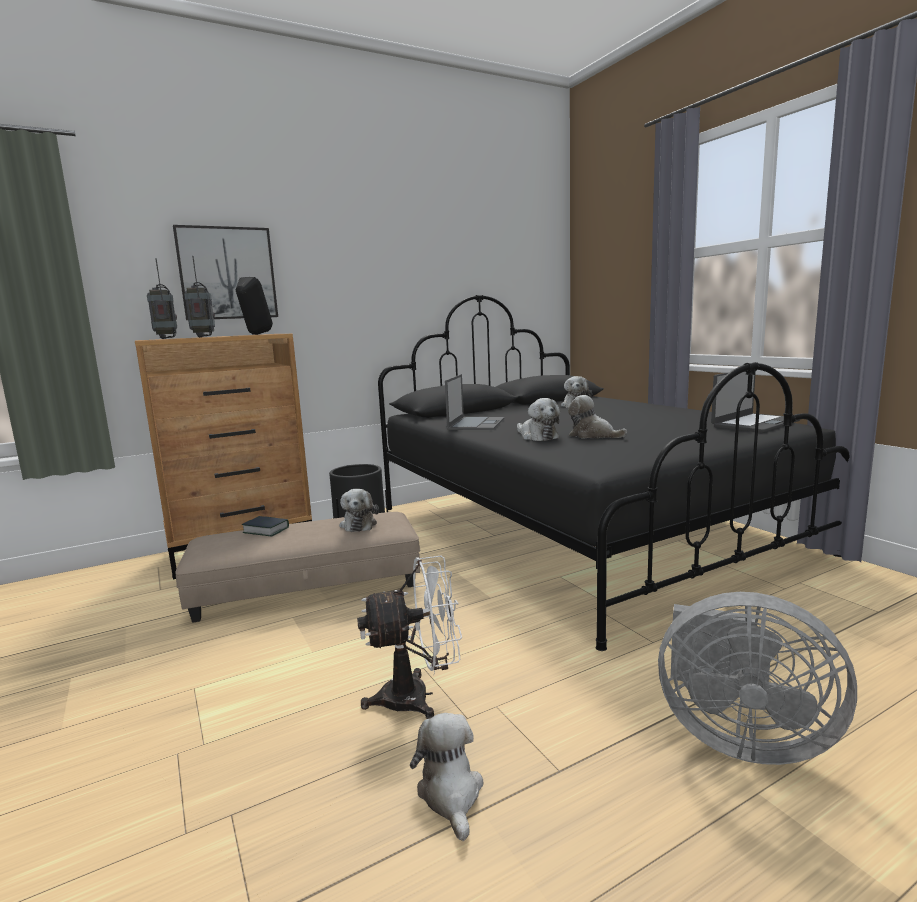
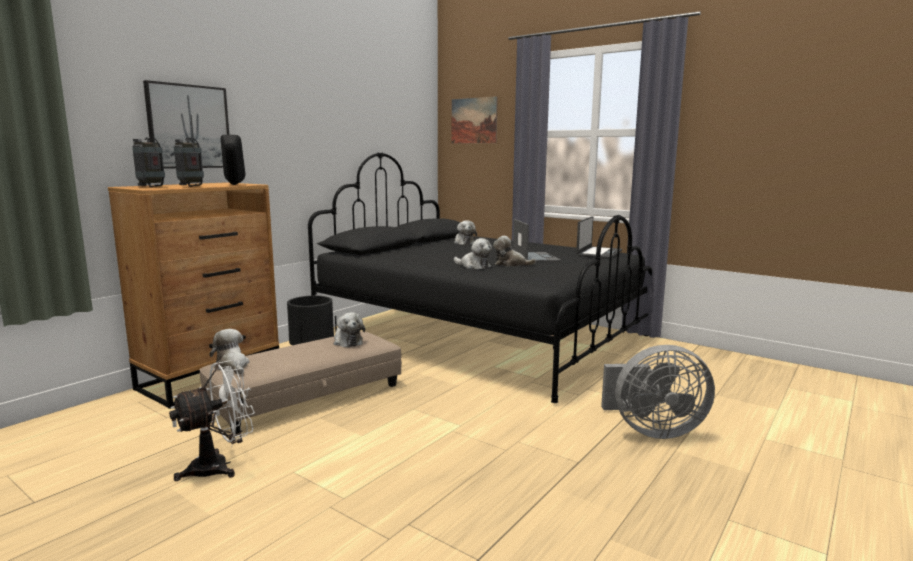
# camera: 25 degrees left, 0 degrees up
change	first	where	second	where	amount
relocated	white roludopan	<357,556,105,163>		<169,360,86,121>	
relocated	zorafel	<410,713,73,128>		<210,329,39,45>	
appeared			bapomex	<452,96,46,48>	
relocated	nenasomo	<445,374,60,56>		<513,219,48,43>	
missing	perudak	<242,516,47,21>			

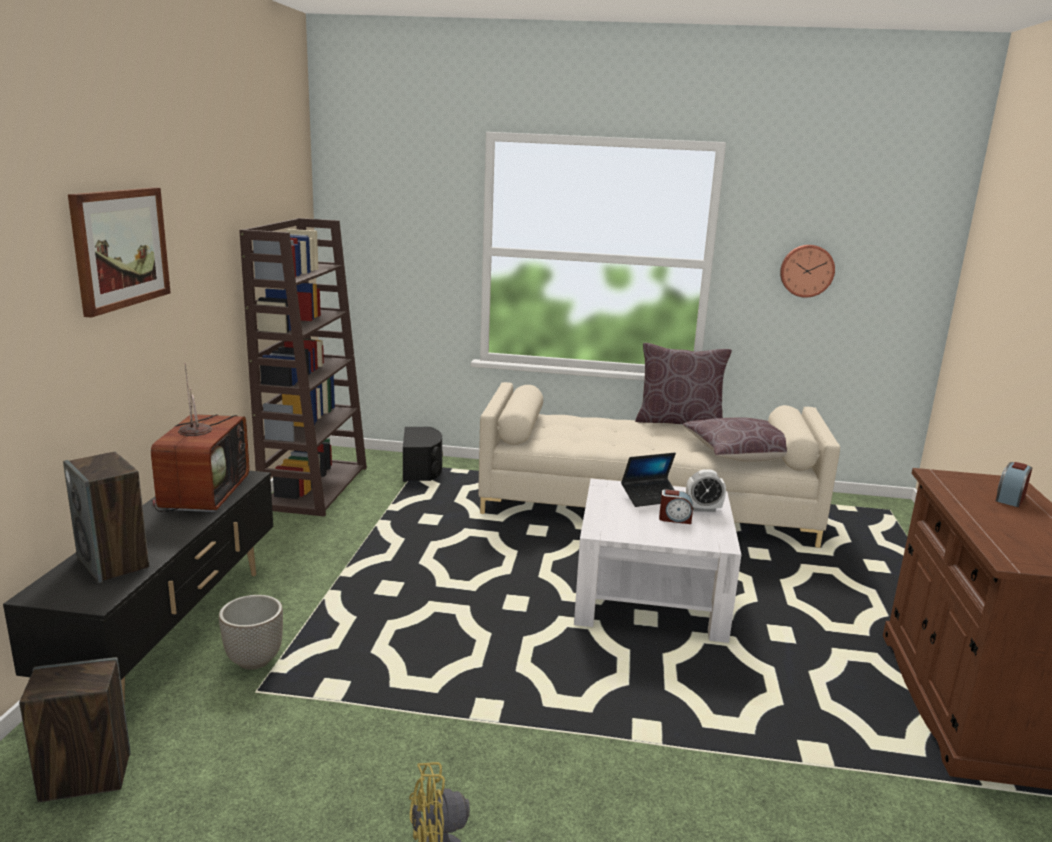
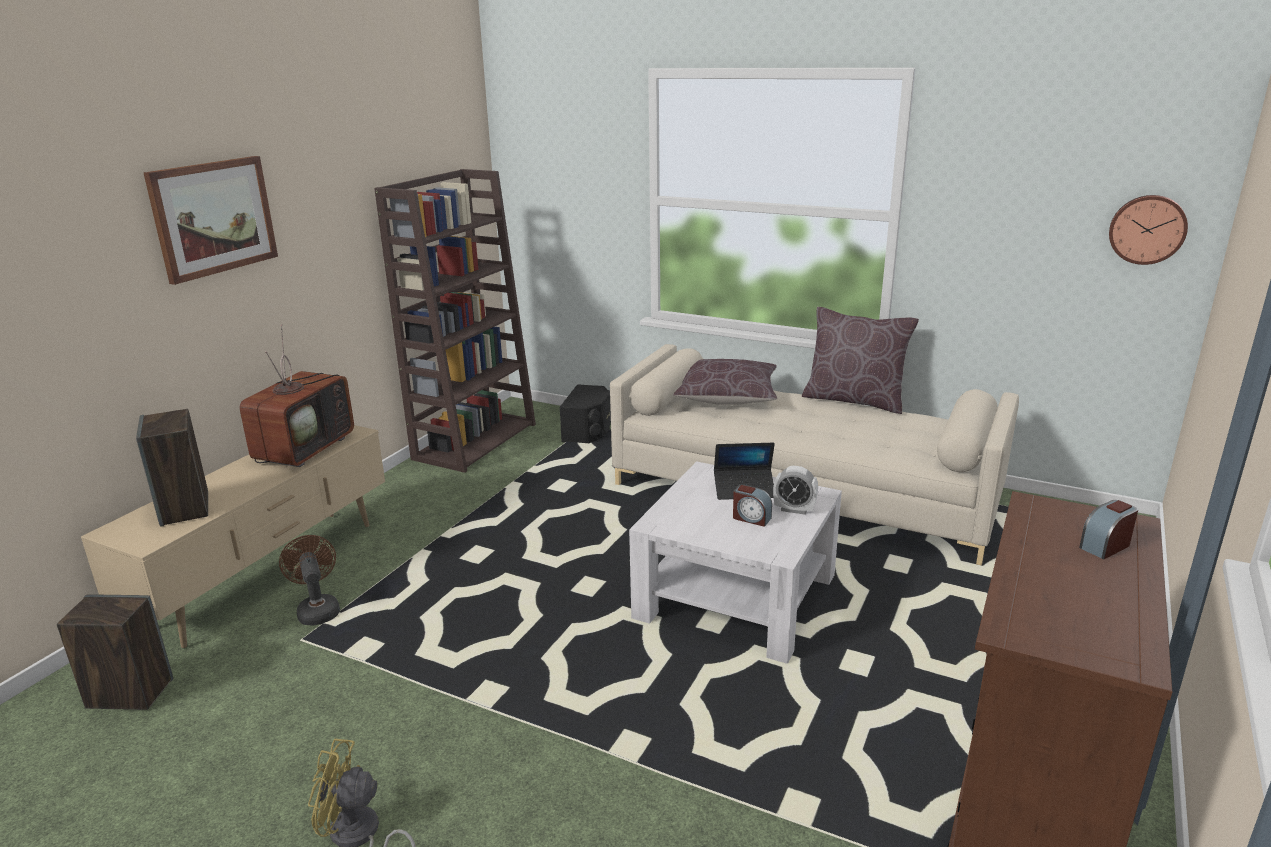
# camera: 20 degrees right, 5 degrees up
change	first	where	second	where	amount
colour	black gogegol	<3,471,270,236>	beige gogegol	<81,425,304,223>	
exchanged	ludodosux	<219,595,64,75>	brown roludopan	<279,535,61,91>	
relocated	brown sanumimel	<683,417,104,45>		<673,359,104,46>	
relocated	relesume	<780,245,55,53>		<1109,195,79,70>	

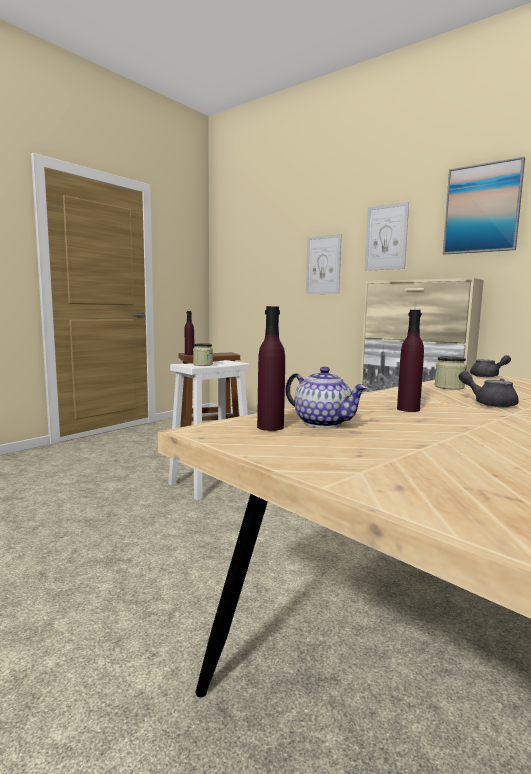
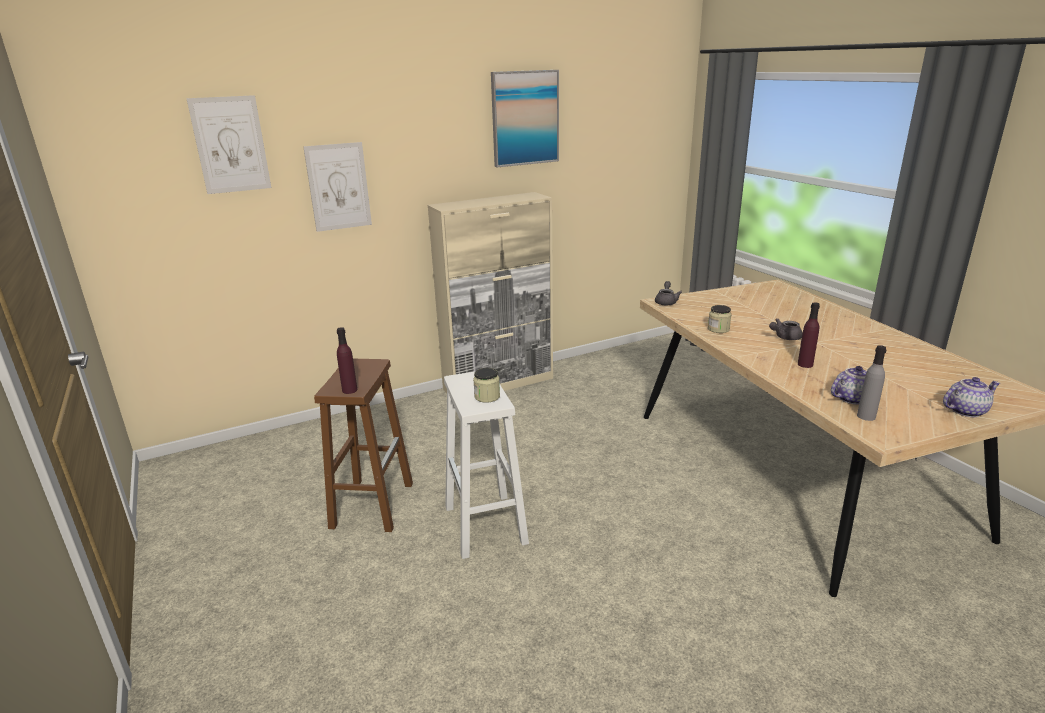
# camera: 65 degrees left, 15 degrees up
change	first	where	second	where	amount
relocated	bapomex	<365,202,44,69>		<186,95,85,99>	
colour	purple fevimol	<257,306,28,125>	grey fevimol	<857,345,29,76>	
appeared			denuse	<943,377,57,40>	

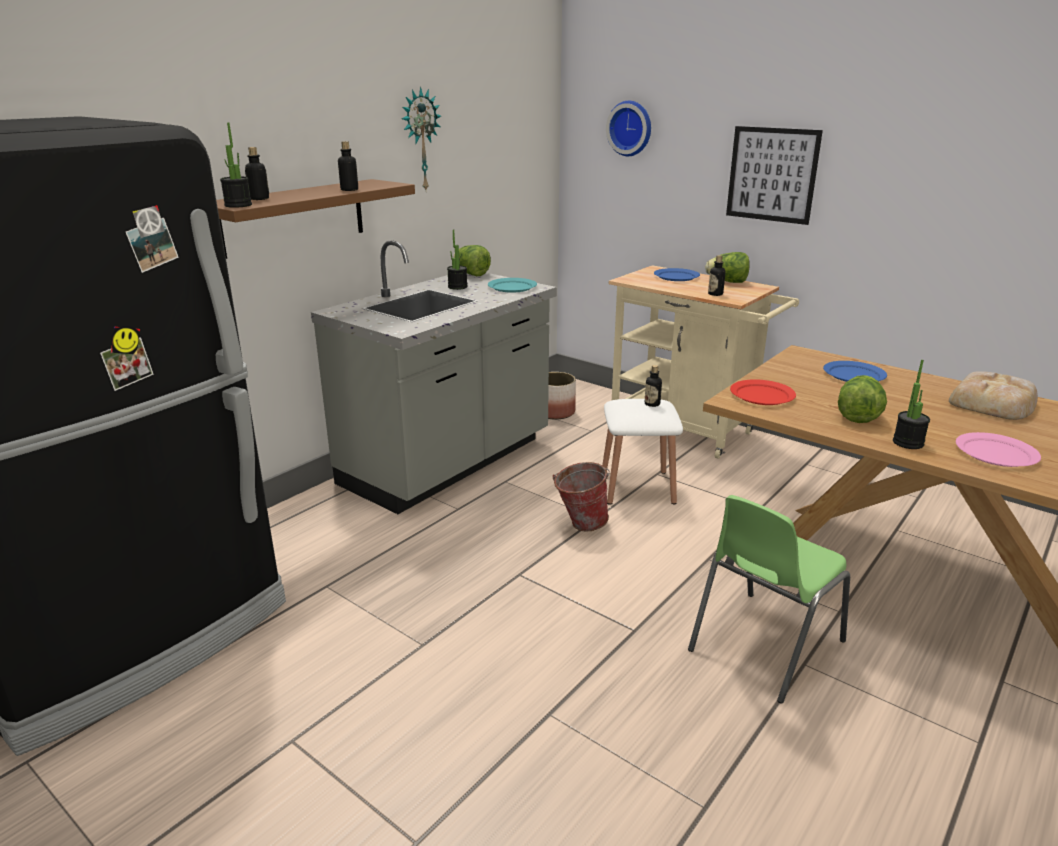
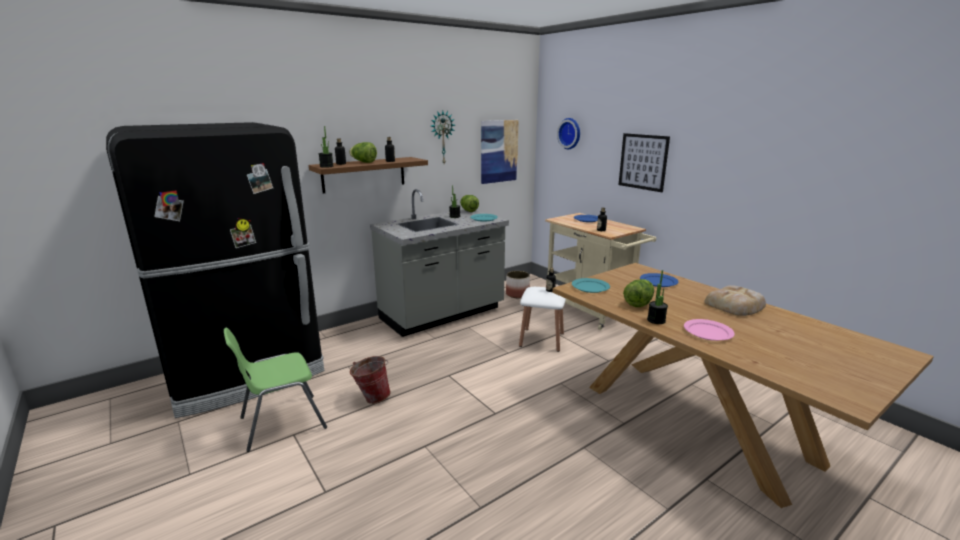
# camera: 15 degrees right, 5 degrees down
change	first	where	second	where	amount
relocated	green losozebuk	<688,495,162,209>		<224,328,103,124>	
relocated	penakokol	<705,252,45,31>		<349,142,28,21>	
relocated	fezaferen	<552,462,58,70>		<350,356,41,48>	
appeared			bapomex	<481,120,38,64>	
colour	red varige	<730,379,66,26>	turquoise varige	<572,278,38,15>	

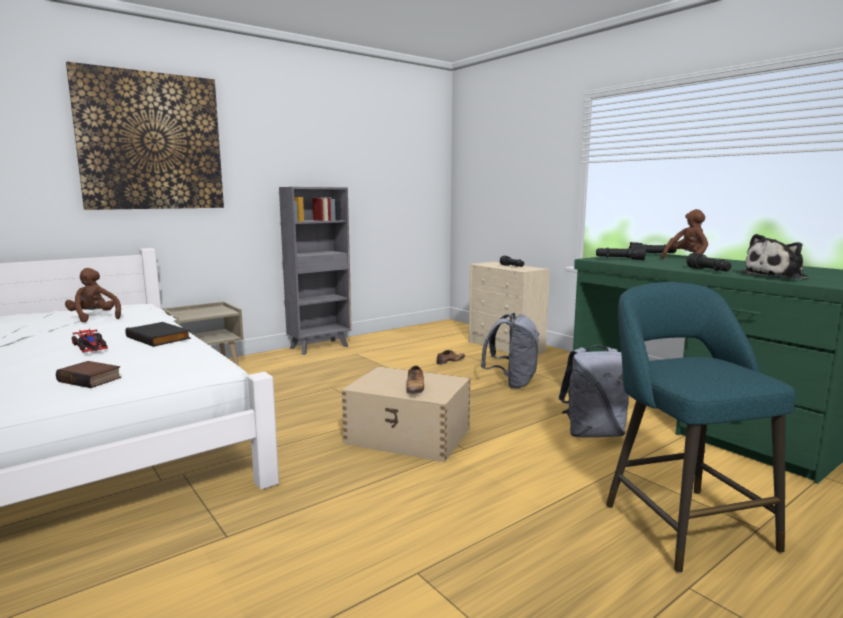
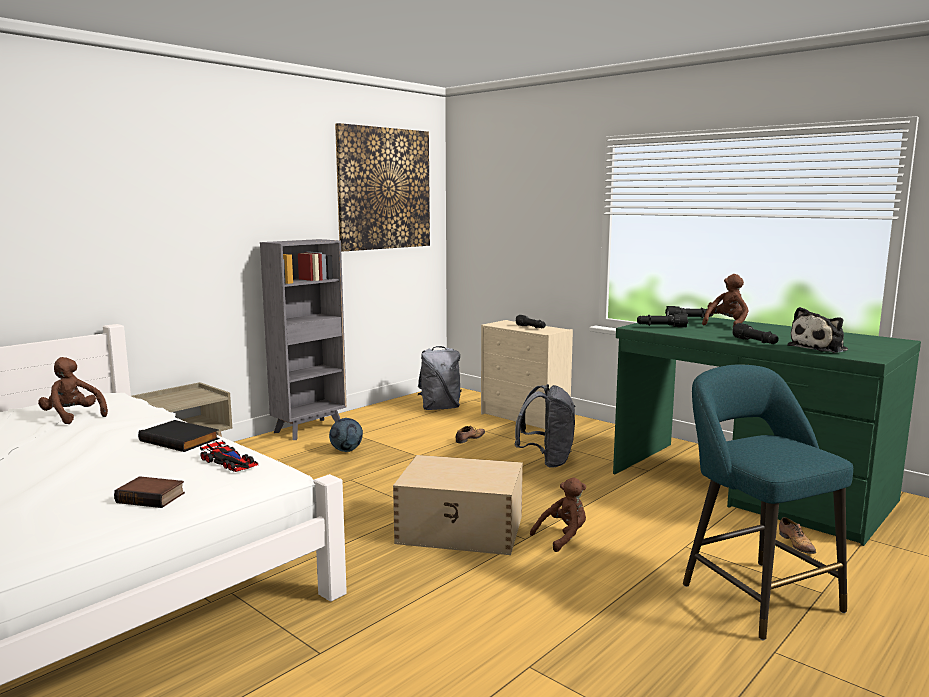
# camera: 10 degrees left, 0 degrees up
change	first	where	second	where	amount
relocated	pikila	<72,329,36,23>		<200,441,59,31>	
appeared			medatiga	<329,418,34,34>	
relocated	bapomex	<66,62,158,148>		<335,123,95,128>	
relocated	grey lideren	<558,345,71,93>		<418,346,44,64>	
appeared			brown zorafel	<530,477,56,75>	
relocated	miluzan	<406,366,18,28>		<779,517,37,37>	

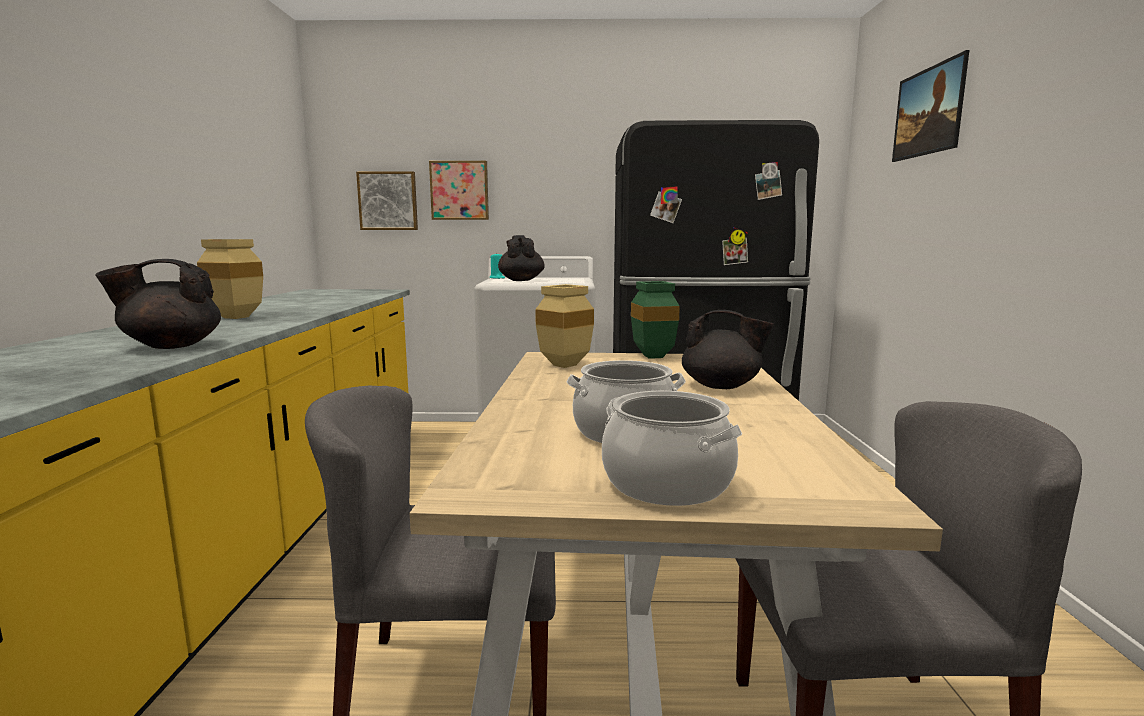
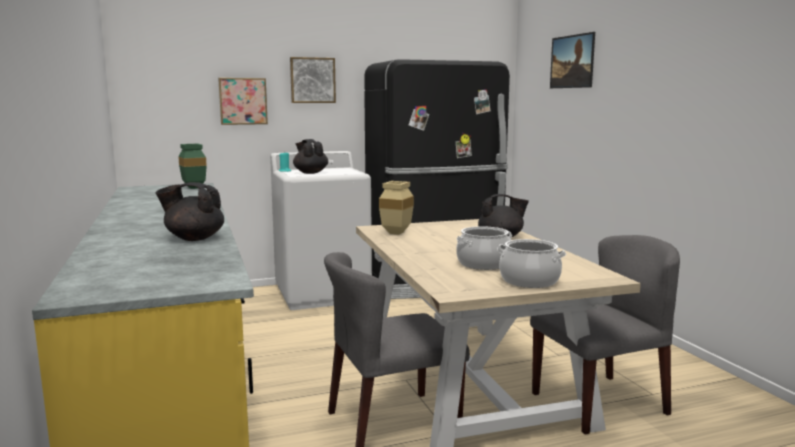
# camera: 20 degrees left, 0 degrees up
change	first	where	second	where	amount
spun	black denuse	<95,259,126,90>		<156,182,68,59>	45 degrees clockwise
relocated	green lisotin	<631,281,49,78>		<178,144,29,45>	
relocated	bapomex	<356,171,62,59>		<290,57,46,46>	
missing	beige lisotin	<197,239,66,80>			

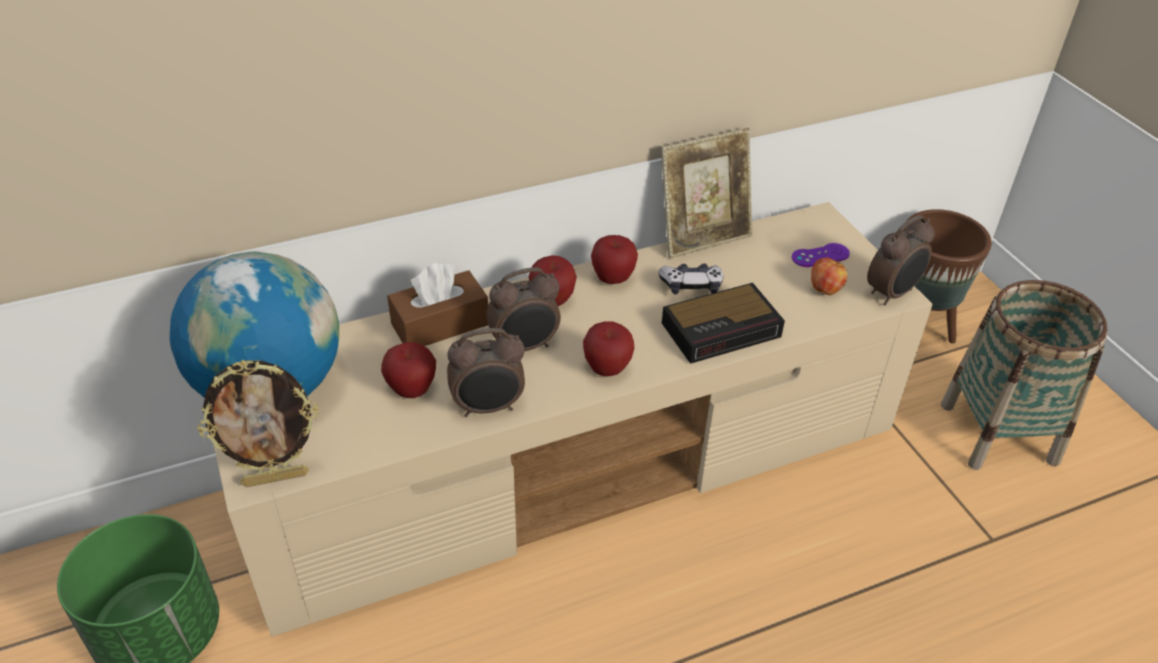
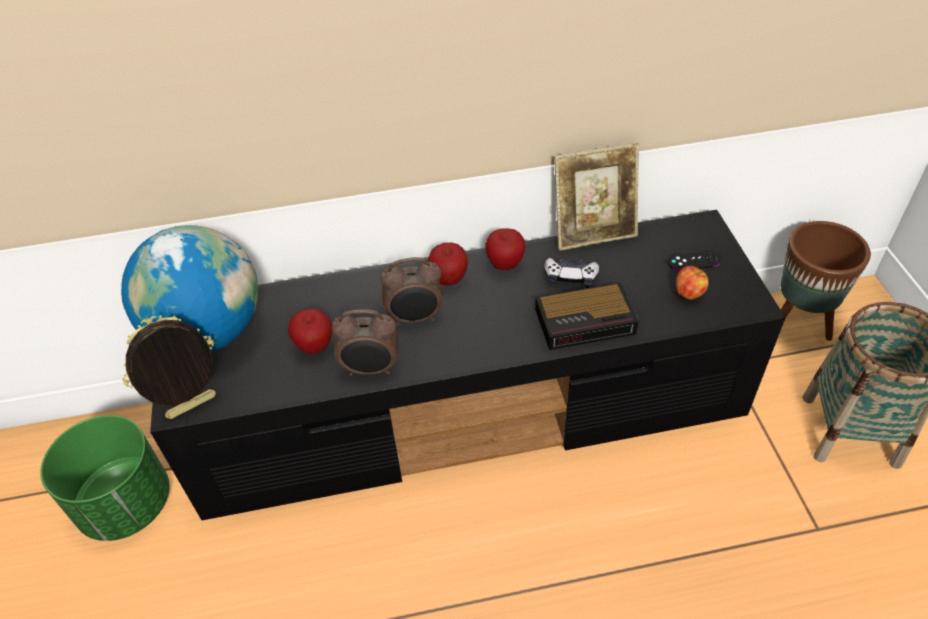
# camera: 15 degrees right, 5 degrees up
change	first	where	second	where	amount
spun	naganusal	<197,360,122,127>		<122,315,94,104>	150 degrees clockwise
colour	beige gogegol	<204,202,729,435>	black gogegol	<150,210,635,310>	
colour	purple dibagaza	<792,243,58,24>	black dibagaza	<667,250,54,20>	
missing	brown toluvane	<387,263,101,83>			
missing	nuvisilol	<583,321,51,55>			
missing	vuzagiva	<867,215,68,91>			

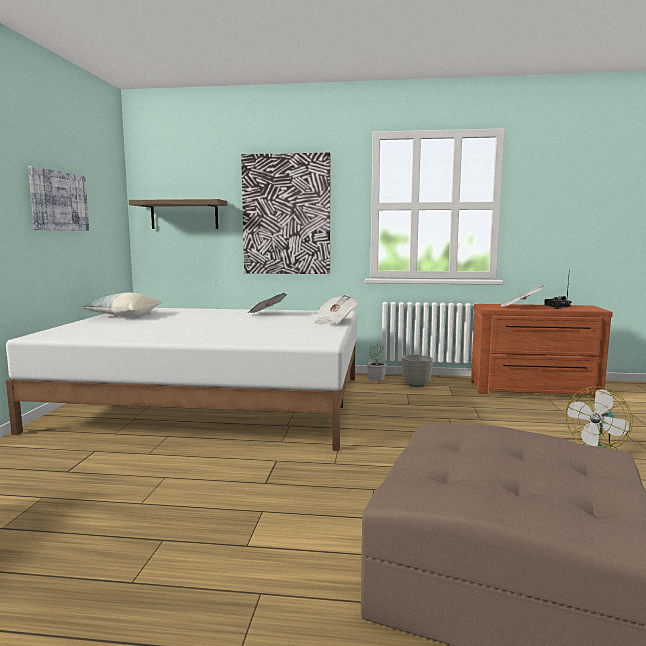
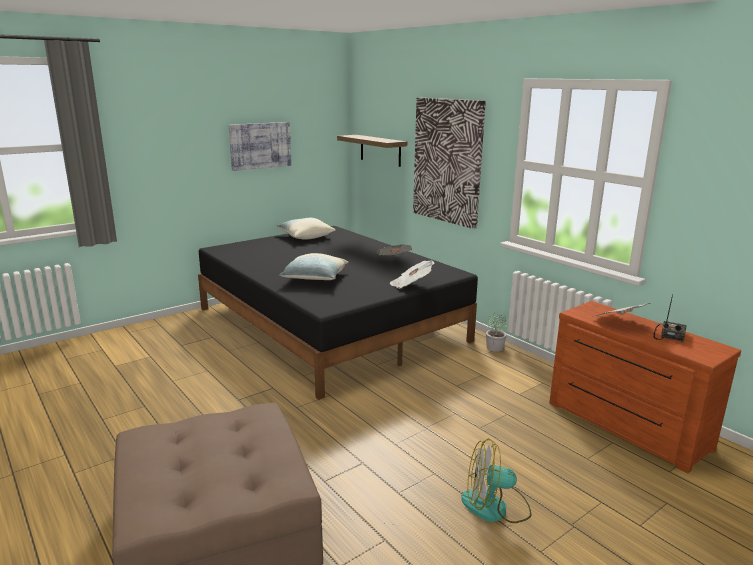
# camera: 45 degrees right, 10 degrees up
change	first	where	second	where	amount
colour	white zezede	<6,308,351,143>	black zezede	<198,226,280,174>	
appeared			sanumimel	<279,253,69,27>	
missing	grey ludodosux	<402,354,31,33>			

